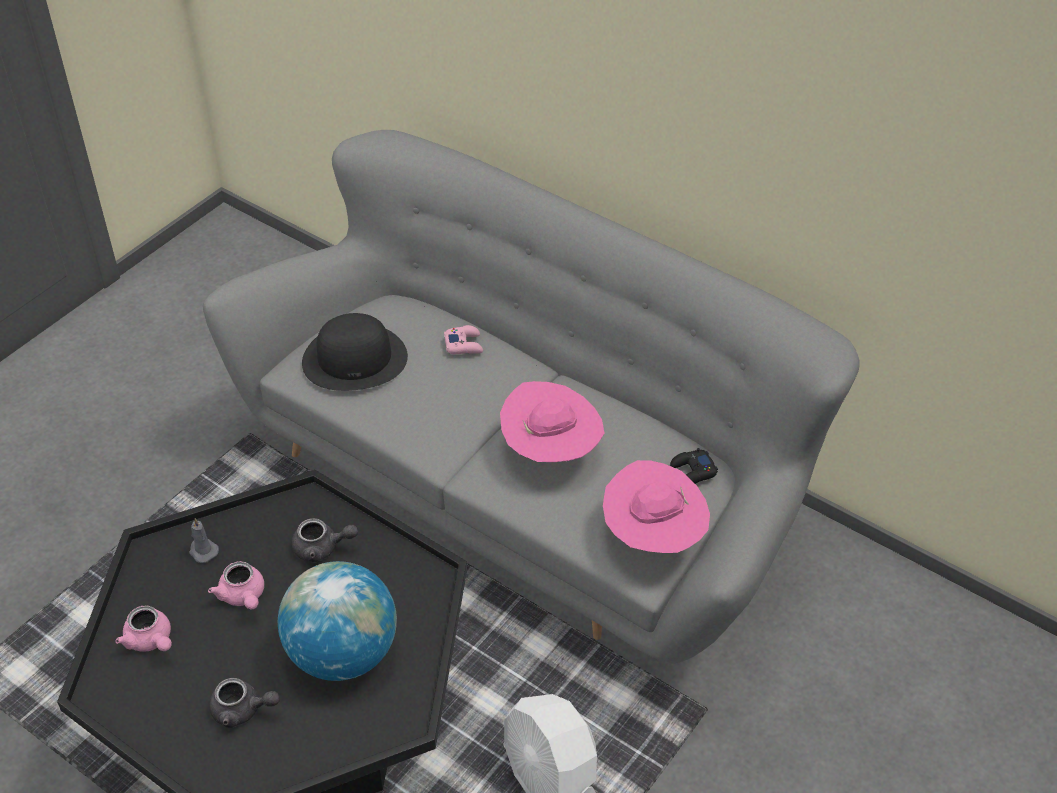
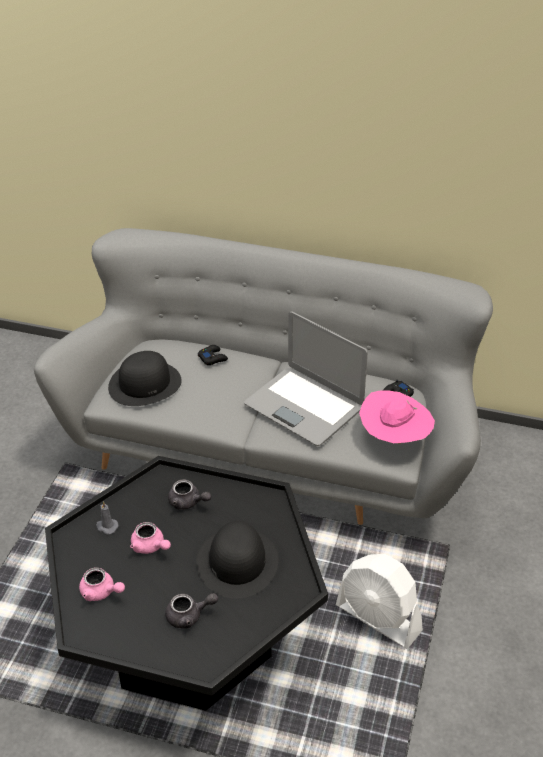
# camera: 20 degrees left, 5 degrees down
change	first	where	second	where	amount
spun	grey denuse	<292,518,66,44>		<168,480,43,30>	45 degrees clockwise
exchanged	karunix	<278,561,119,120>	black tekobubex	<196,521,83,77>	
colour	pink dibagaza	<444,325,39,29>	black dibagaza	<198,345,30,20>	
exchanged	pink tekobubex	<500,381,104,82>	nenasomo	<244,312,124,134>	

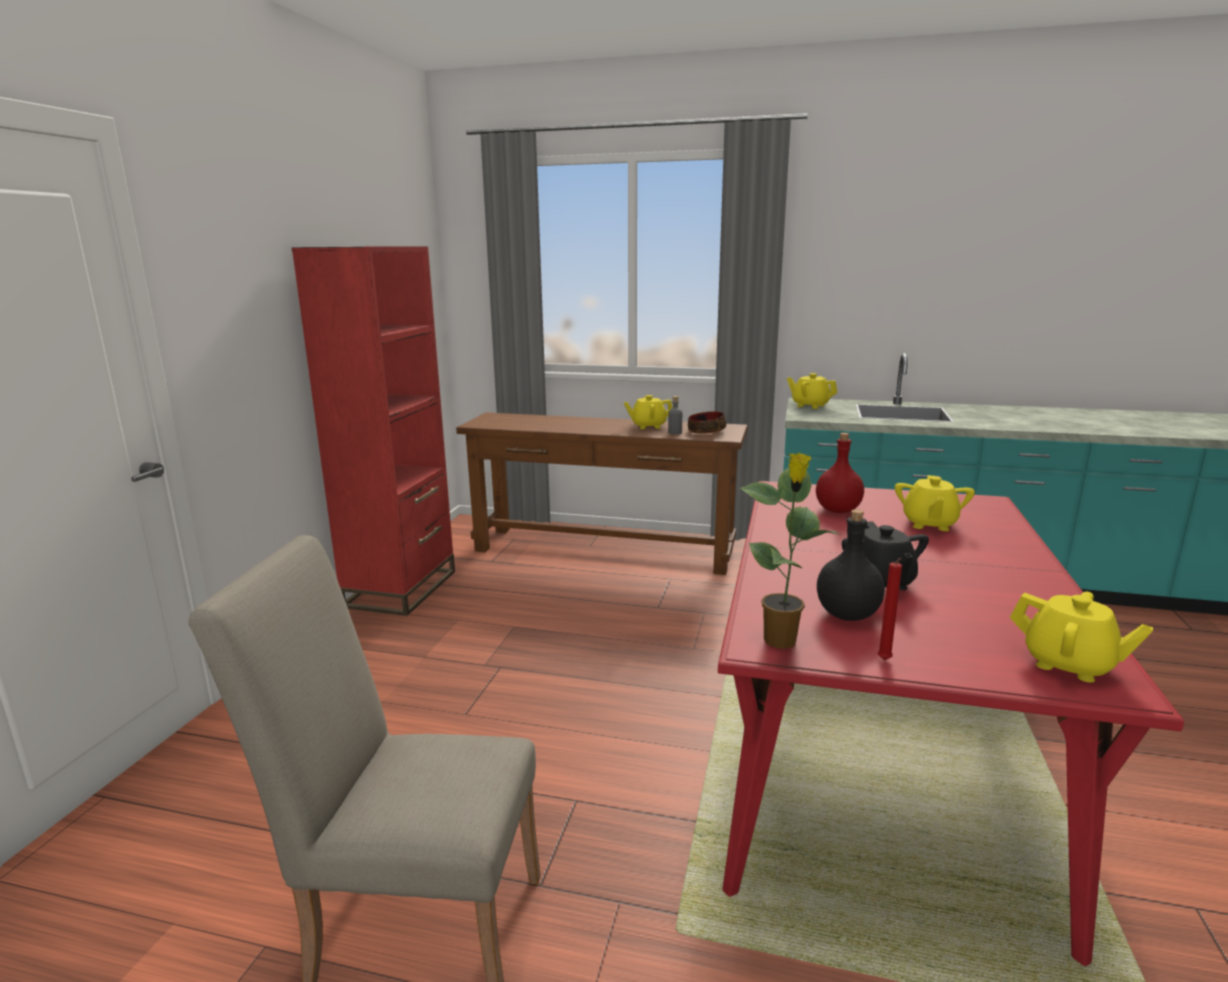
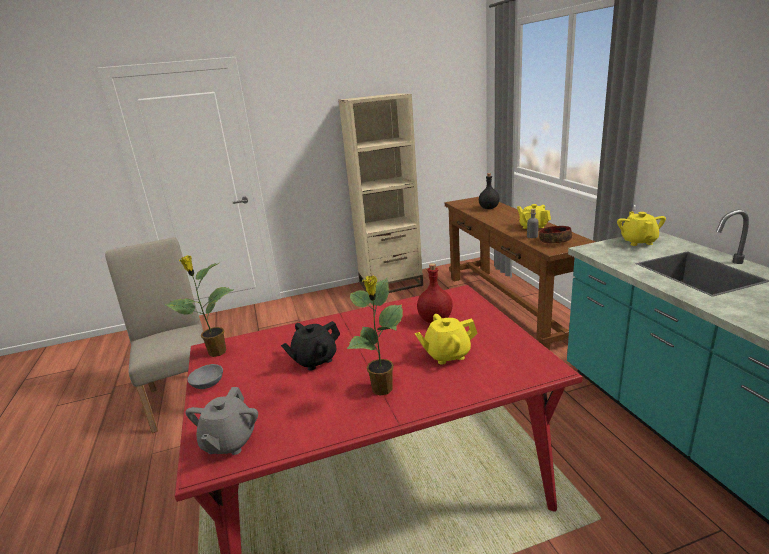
# camera: 60 degrees right, 5 degrees up
change	first	where	second	where	amount
colour	yellow denuse	<1010,592,143,91>	grey denuse	<186,387,72,68>	
exchanged	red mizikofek	<877,558,25,102>	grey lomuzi	<187,364,36,25>	
colour	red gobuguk	<292,246,163,370>	beige gobuguk	<339,93,84,200>	
appeared			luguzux	<347,275,56,121>	
relocated	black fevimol	<817,509,68,112>		<479,173,20,36>	

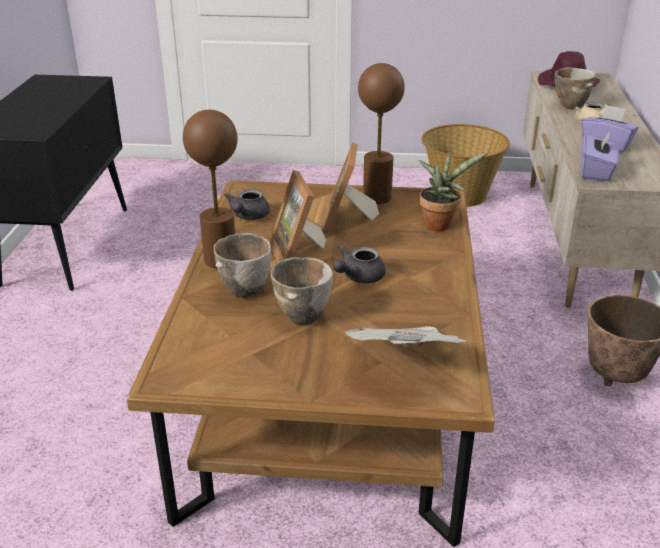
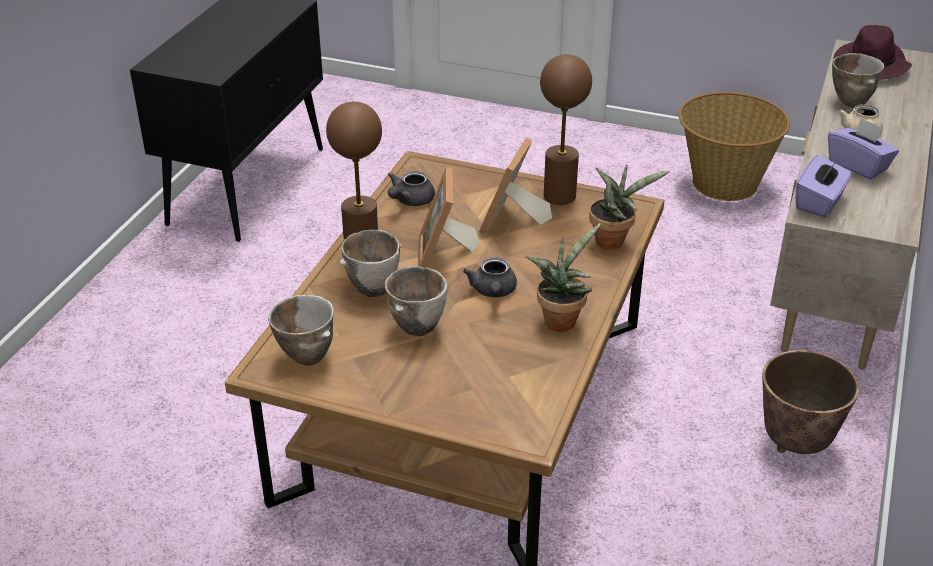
# camera: 15 degrees right, 5 degrees up
change	first	where	second	where	amount
appeared			lomuzi	<268,295,66,70>	
spun	grey denuse	<333,245,53,39>		<463,257,54,40>	60 degrees counterclockwise
appeared			luguzux	<525,223,76,109>	
missing	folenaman	<345,326,122,21>			

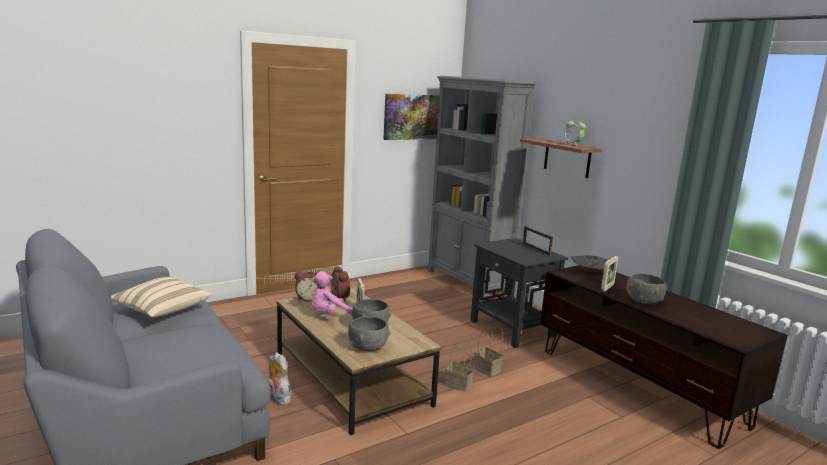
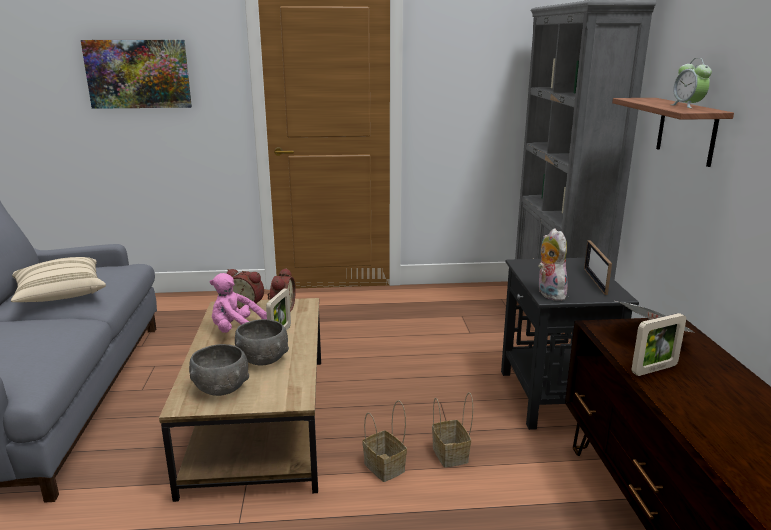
# camera: 30 degrees right, 5 degrees up
change	first	where	second	where	amount
relocated	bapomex	<383,94,57,46>		<81,40,111,69>	
relocated	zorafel	<268,352,23,53>		<538,228,30,73>	
missing	grey lomuzi	<626,273,41,31>			

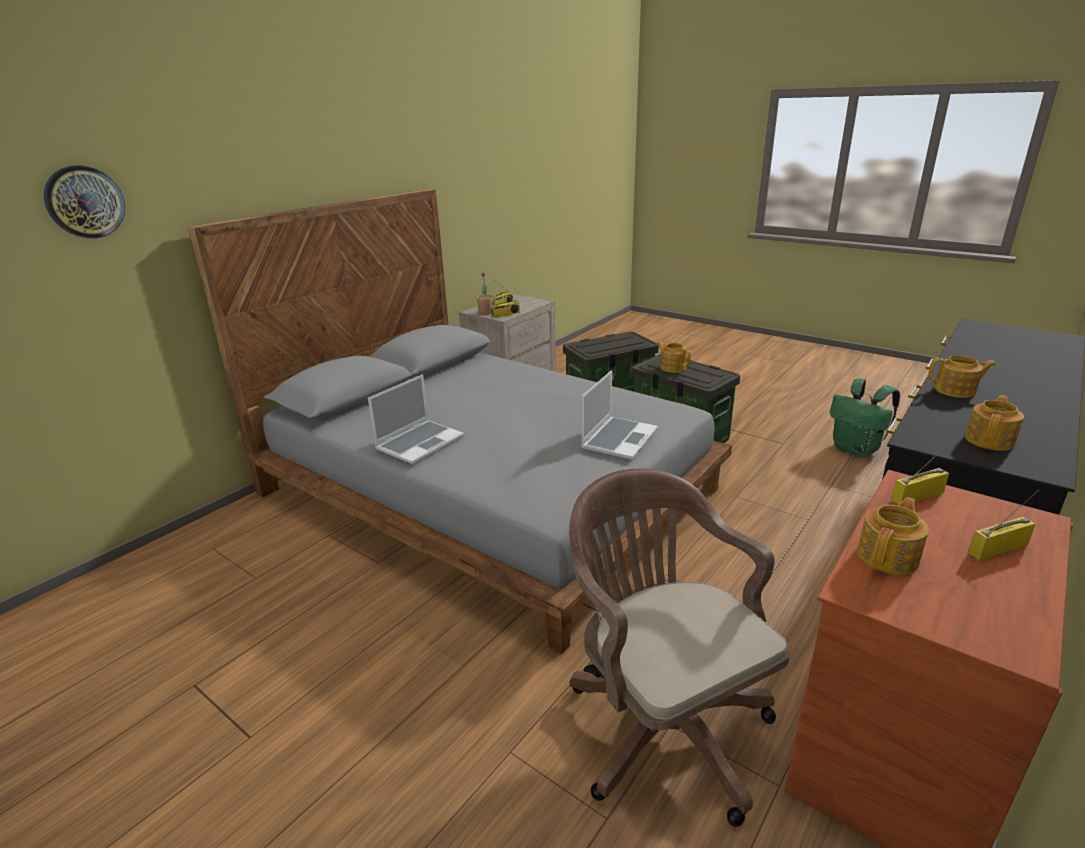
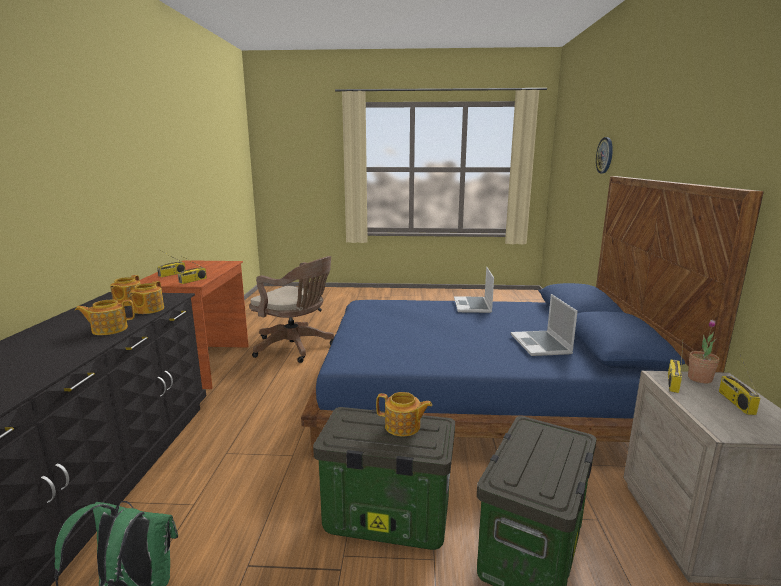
# camera: 145 degrees right, 10 degrees down
change	first	where	second	where	amount
relocated	denuse	<857,497,72,78>		<129,281,35,33>	
colour	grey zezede	<188,189,544,465>	blue zezede	<301,176,463,281>	
relocated	nenasomo	<581,370,77,90>		<511,294,67,62>	

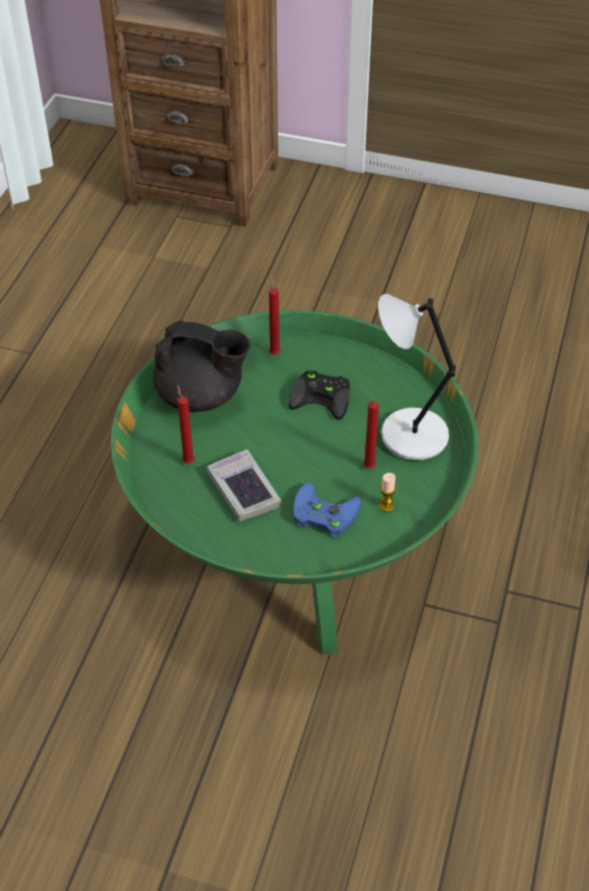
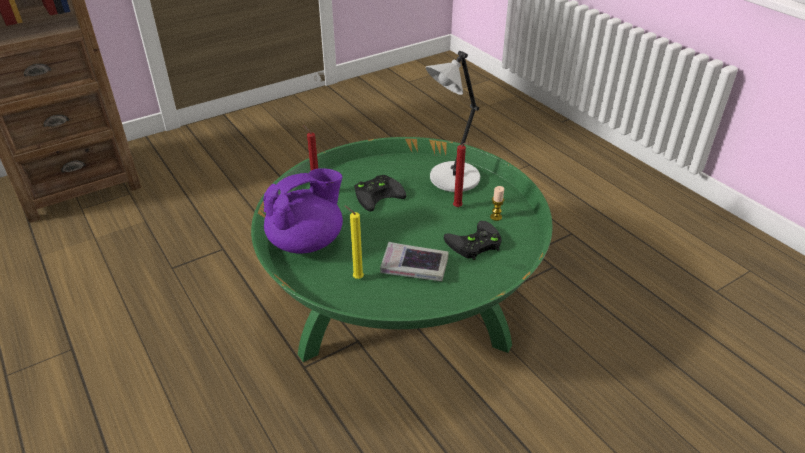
# camera: 50 degrees left, 10 degrees down
change	first	where	second	where	amount
colour	black denuse	<153,320,97,92>	purple denuse	<263,168,80,86>	
colour	red mizikofek	<177,385,18,78>	yellow mizikofek	<345,206,19,73>	
colour	blue dibagaza	<294,482,67,56>	black dibagaza	<444,221,58,39>	

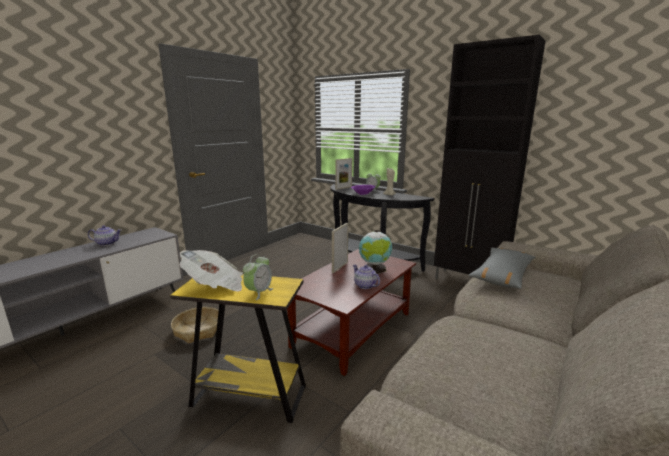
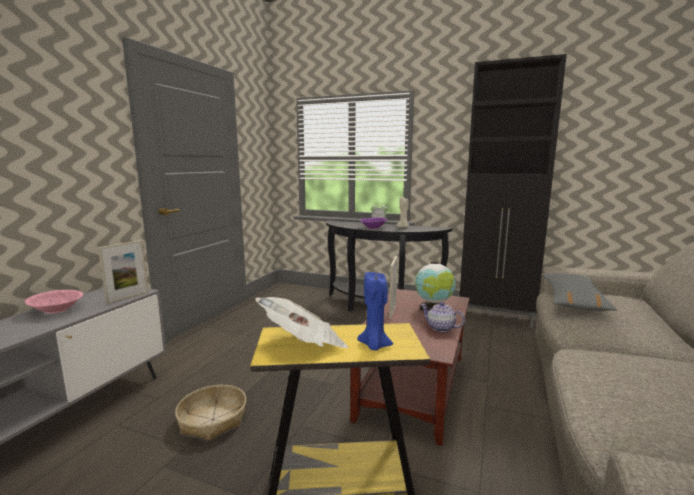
# camera: 15 degrees left, 5 degrees down
change	first	where	second	where	amount
exchanged	denuse	<88,225,33,21>	pink lomuzi	<25,290,58,23>	
relocated	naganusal	<335,158,17,32>		<98,240,50,64>	
exchanged	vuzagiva	<243,254,30,46>	blue mizikofek	<357,272,36,79>	

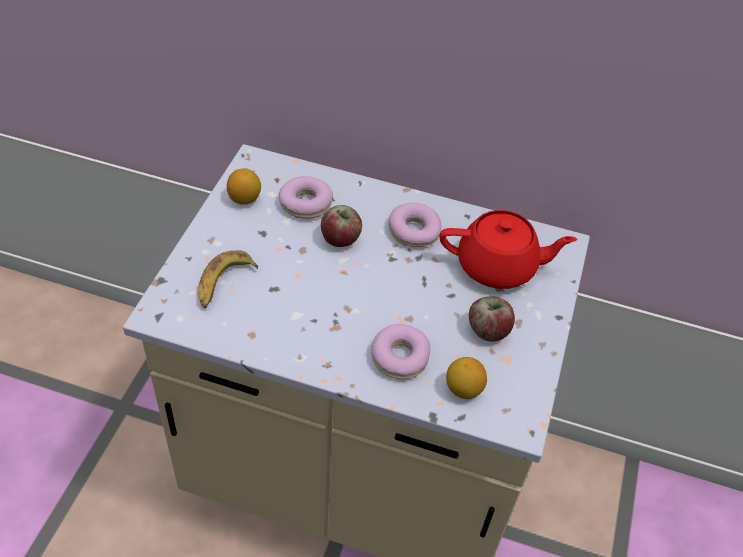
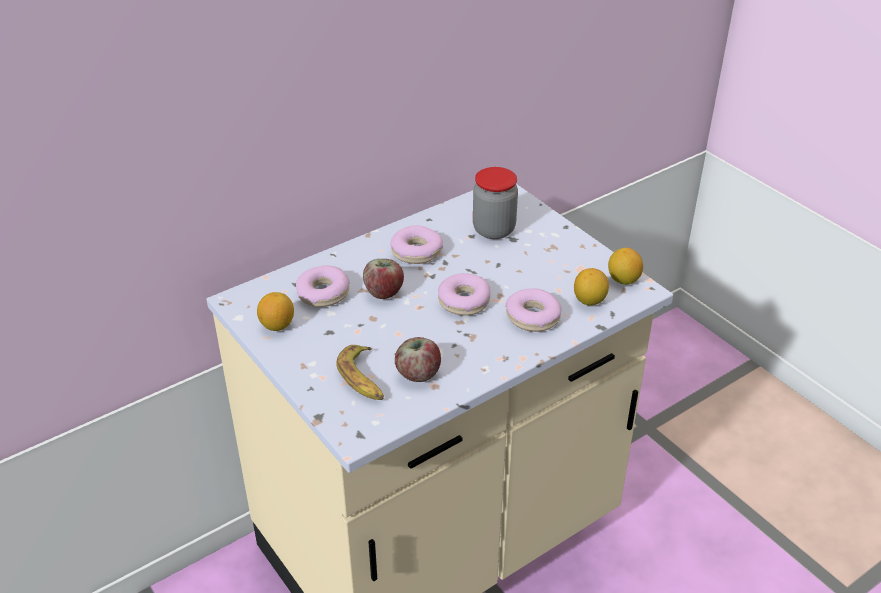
# camera: 50 degrees left, 10 degrees down
change	first	where	second	where	amount
relocated	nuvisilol	<469,296,46,46>		<395,337,46,45>	
appeared			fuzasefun	<438,273,52,43>	
exchanged	red denuse	<440,210,137,79>	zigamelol	<473,167,45,72>	
appeared			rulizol	<608,248,35,37>	

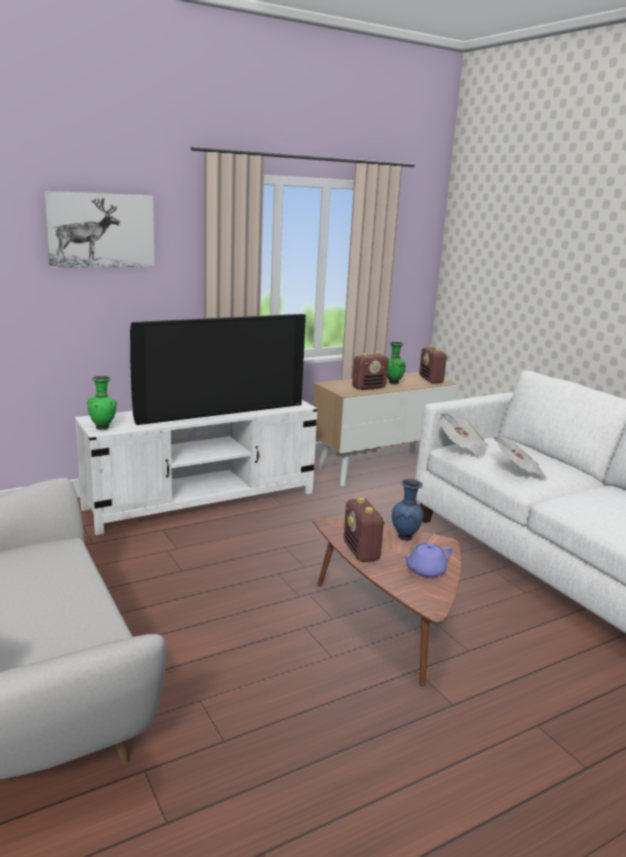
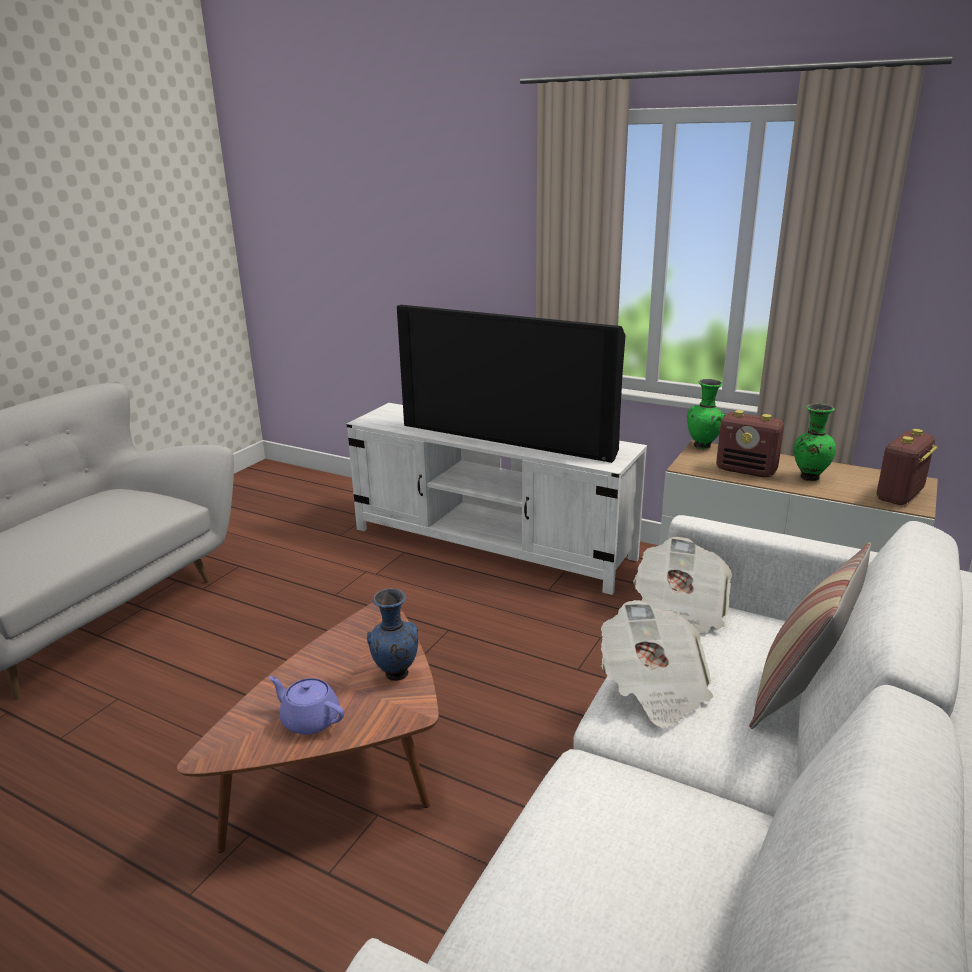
# camera: 60 degrees right, 5 degrees up
change	first	where	second	where	amount
relocated	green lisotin	<87,376,30,54>		<687,379,38,70>	
appeared			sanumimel	<749,542,122,187>	
missing	bapomex	<44,191,111,77>			
missing	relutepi	<344,497,43,65>			

